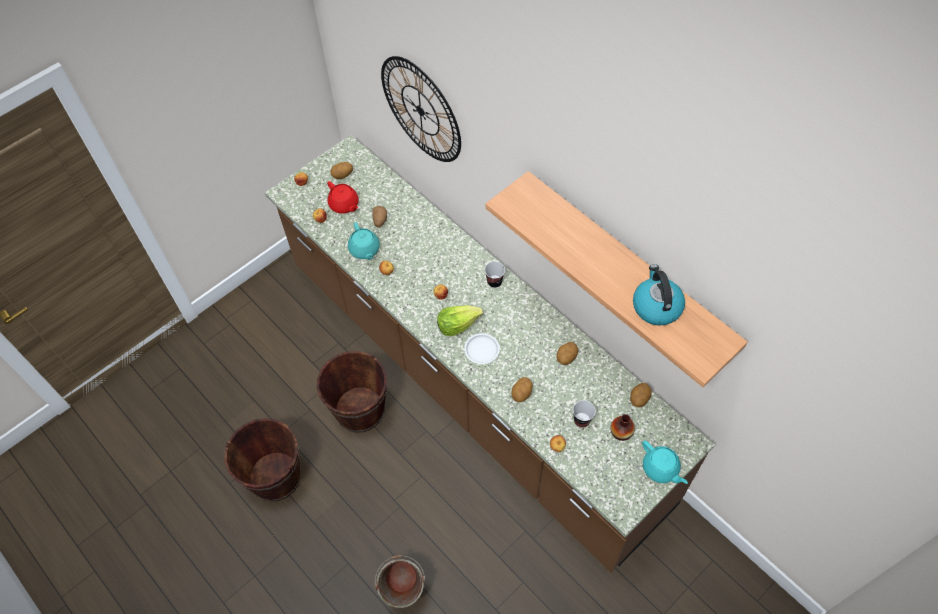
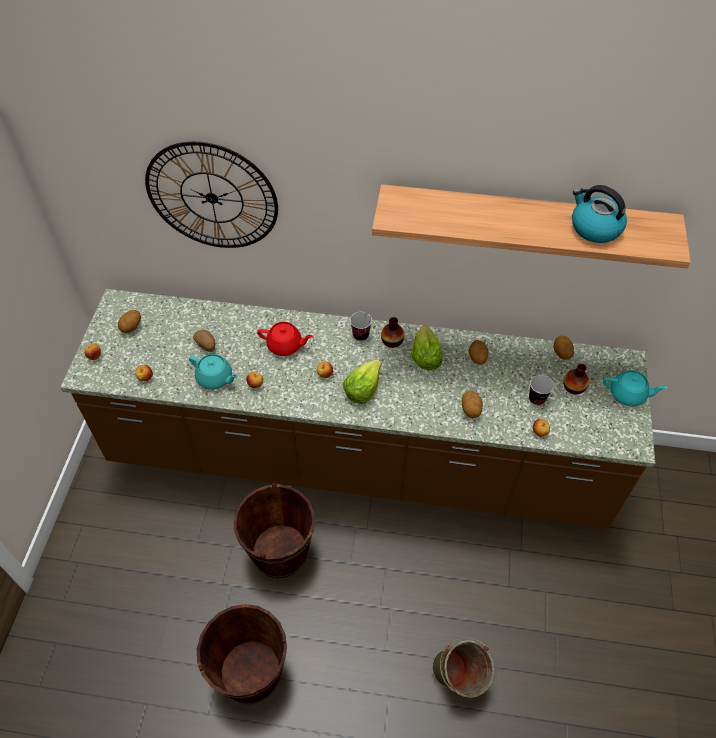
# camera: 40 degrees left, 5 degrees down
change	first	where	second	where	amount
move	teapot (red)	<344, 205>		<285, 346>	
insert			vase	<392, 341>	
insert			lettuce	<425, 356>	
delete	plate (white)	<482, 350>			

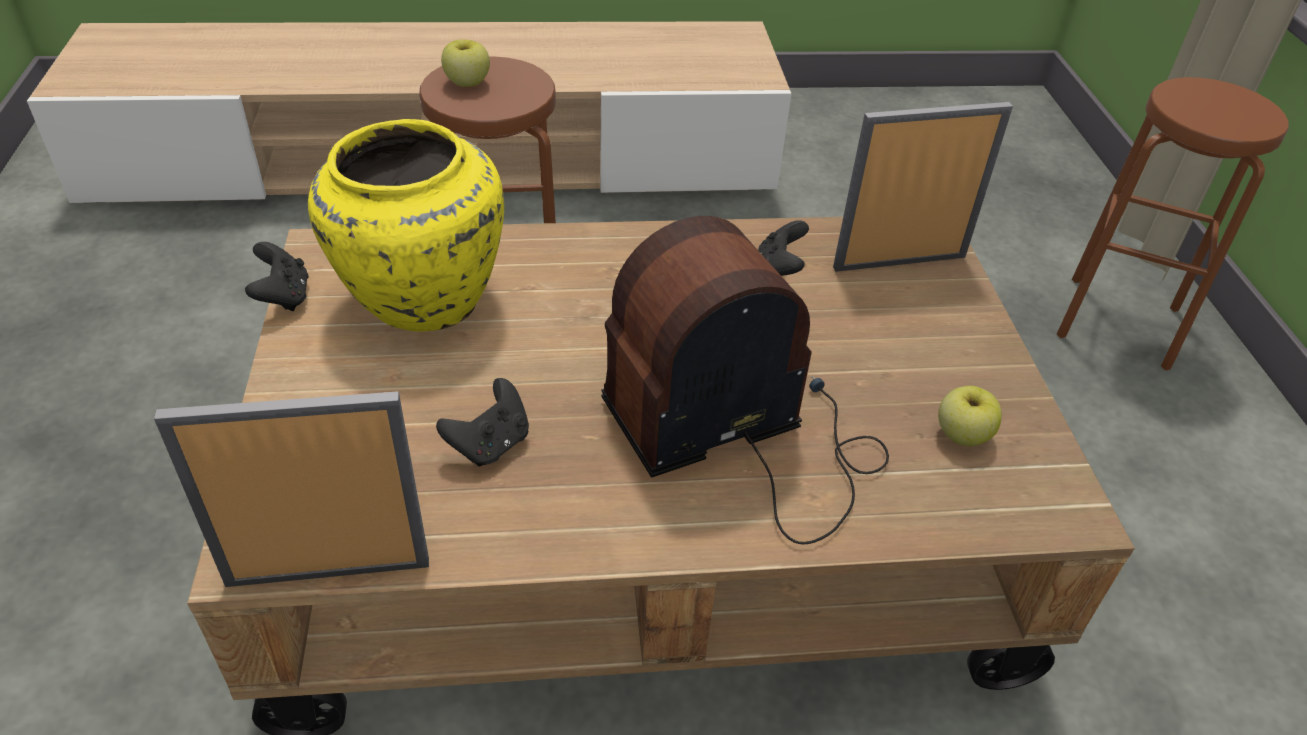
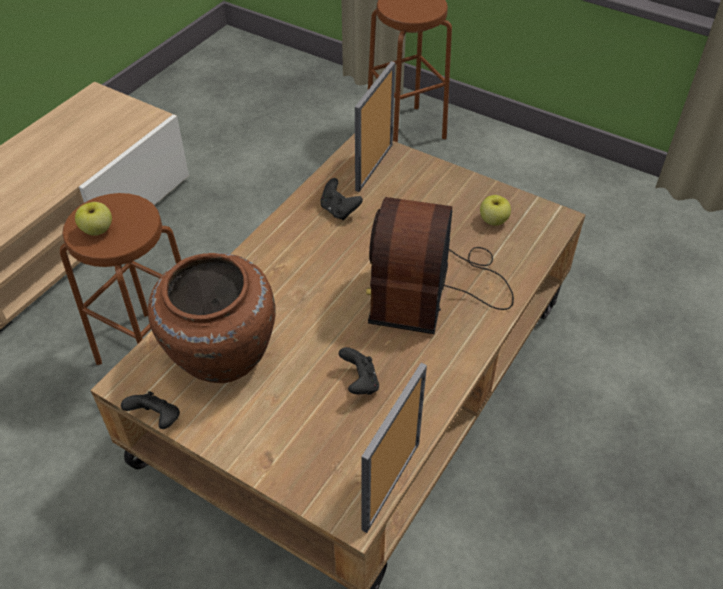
# camera: 50 degrees left, 5 degrees up
change	first	where	second	where	amount
recolor	vase (yellow)	<420, 299>	vase (brown)	<221, 358>	

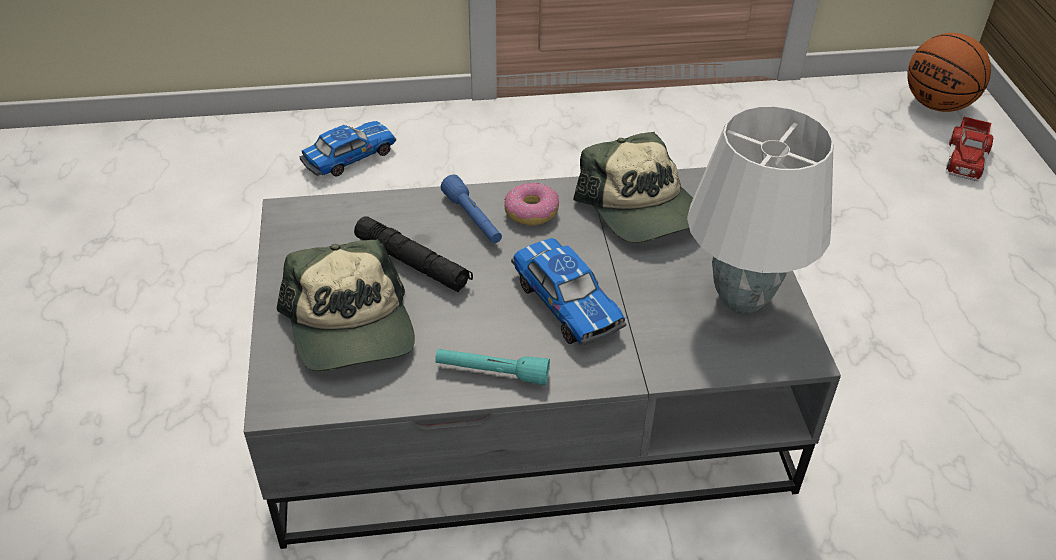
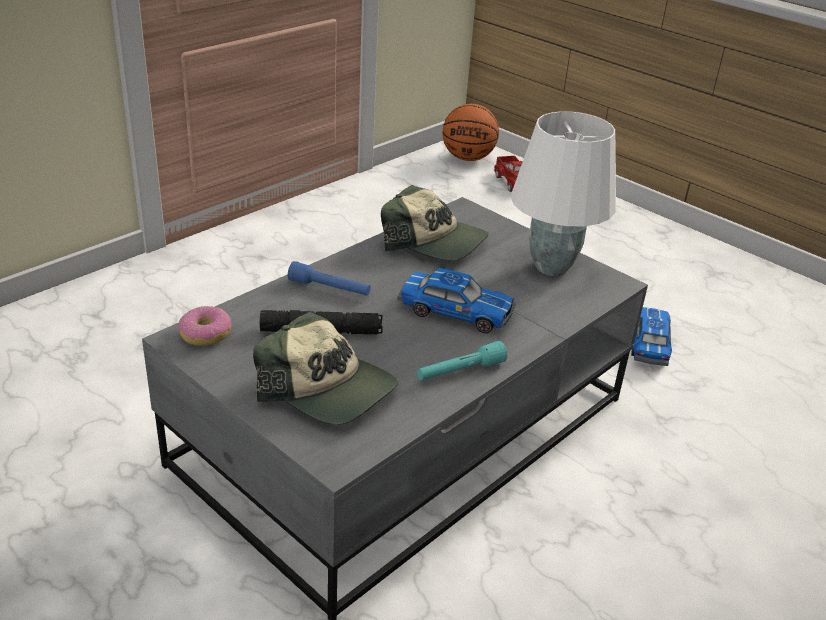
# camera: 40 degrees left, 10 degrees down
change	first	where	second	where	amount
move	donut	<531, 211>		<205, 333>	
move	toy car	<349, 157>		<649, 344>	

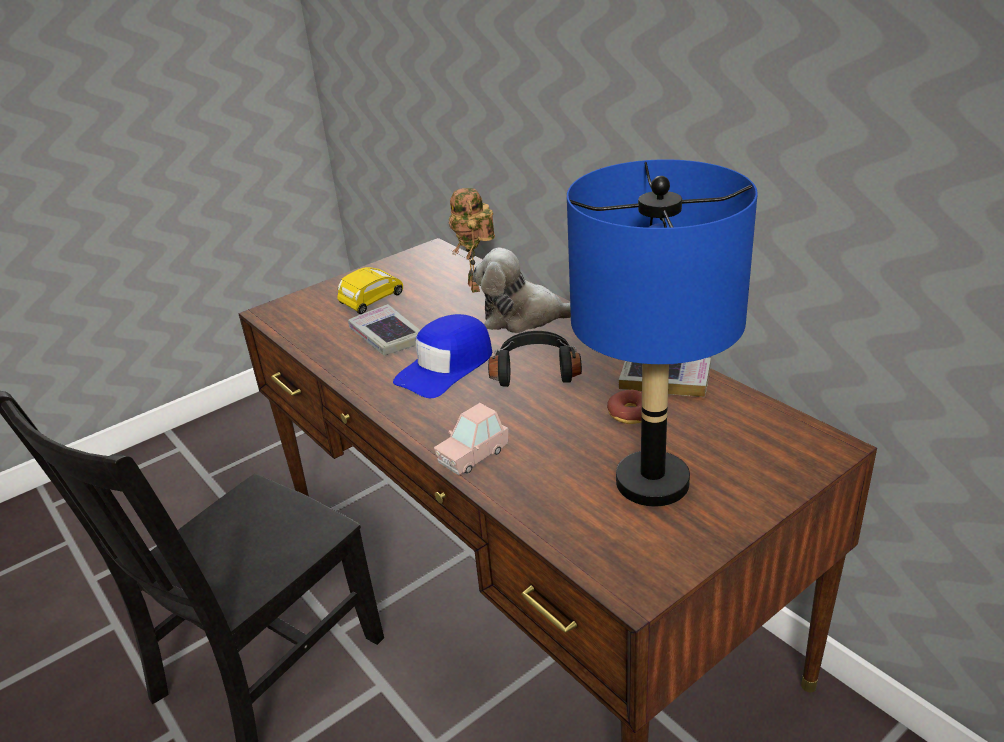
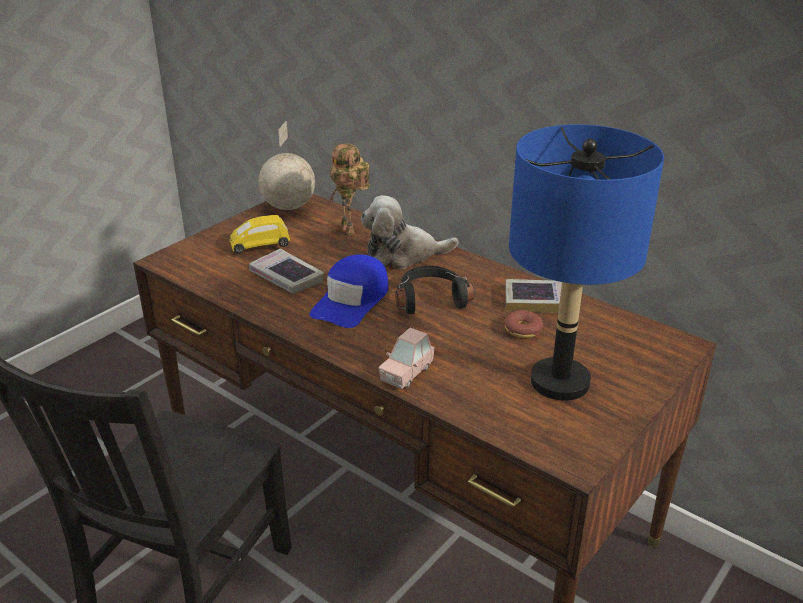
# camera: 15 degrees left, 0 degrees up
change	first	where	second	where	amount
rotate	toy car (yellow)	<373, 301>		<260, 247>	135 degrees counterclockwise
insert			globe	<288, 207>	

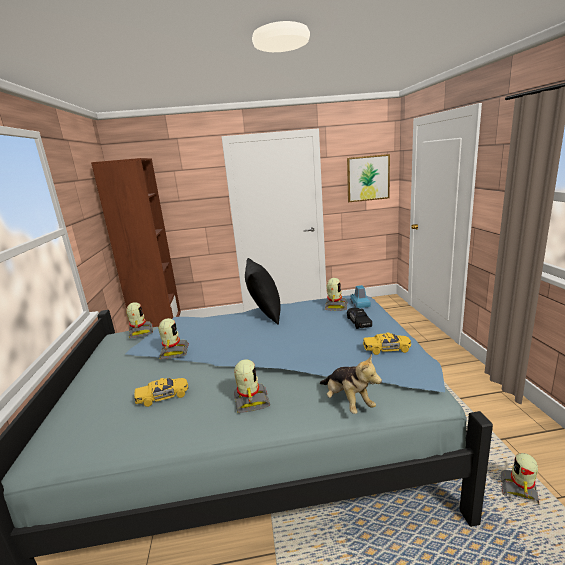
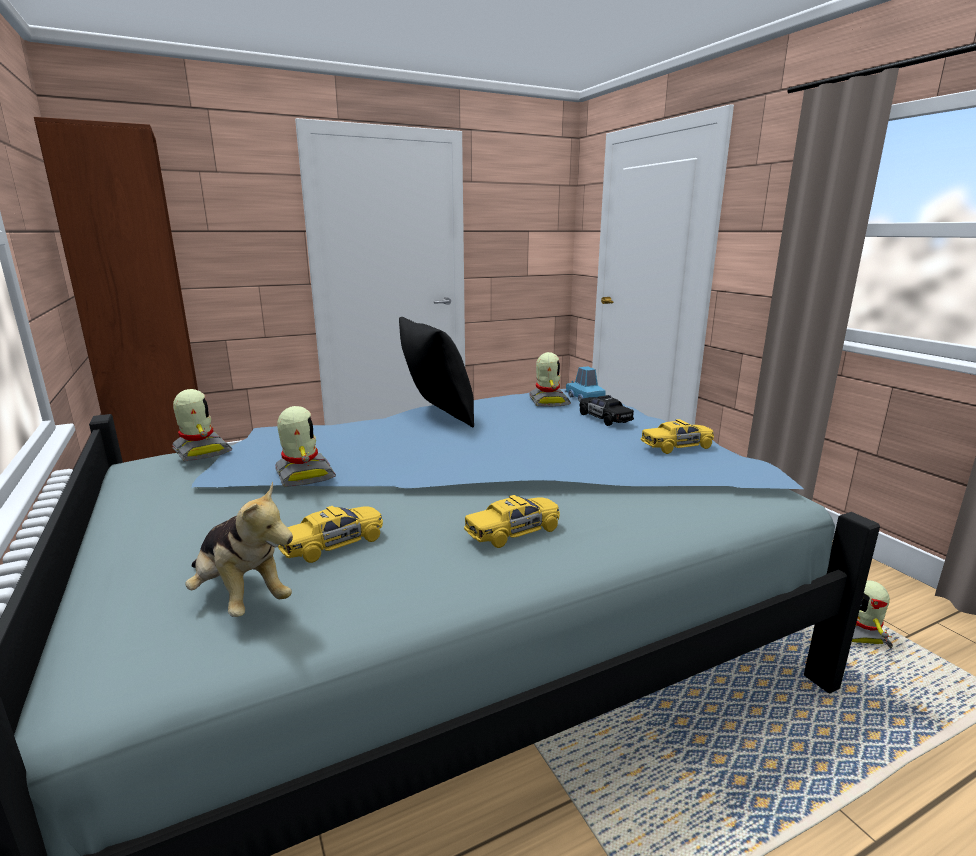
# camera: 20 degrees left, 0 degrees up
change	first	where	second	where	amount
move	plush toy	<347, 402>		<240, 597>	
replace	toy robot	<250, 401>	toy car (yellow)	<514, 532>	
delete	picture	<368, 178>			

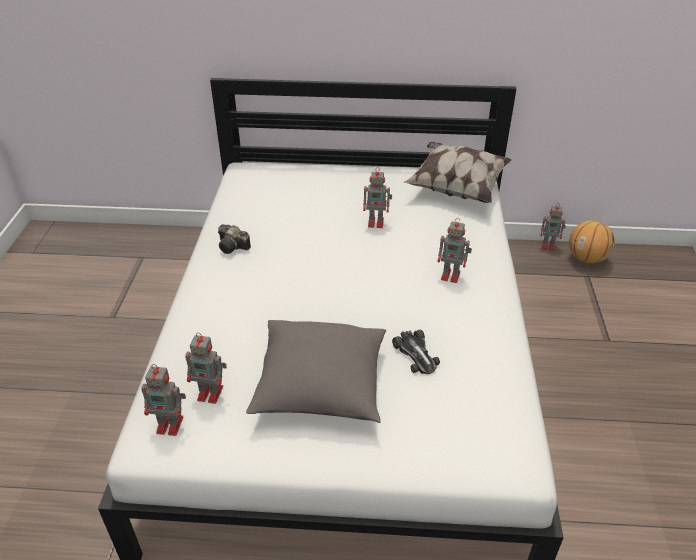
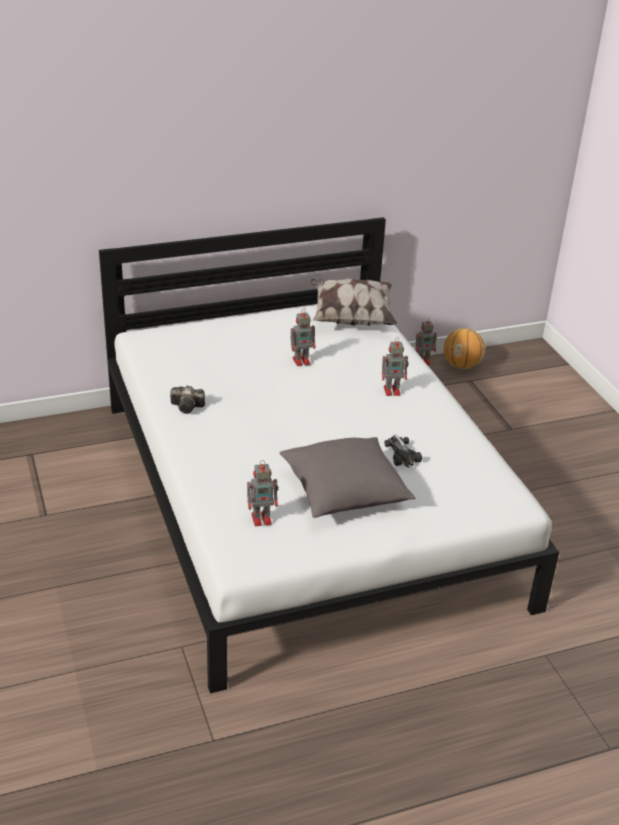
# camera: 25 degrees left, 5 degrees down
change	first	where	second	where	amount
rotate	toy car	<415, 354>		<402, 454>	150 degrees counterclockwise
delete	toy robot	<171, 425>			

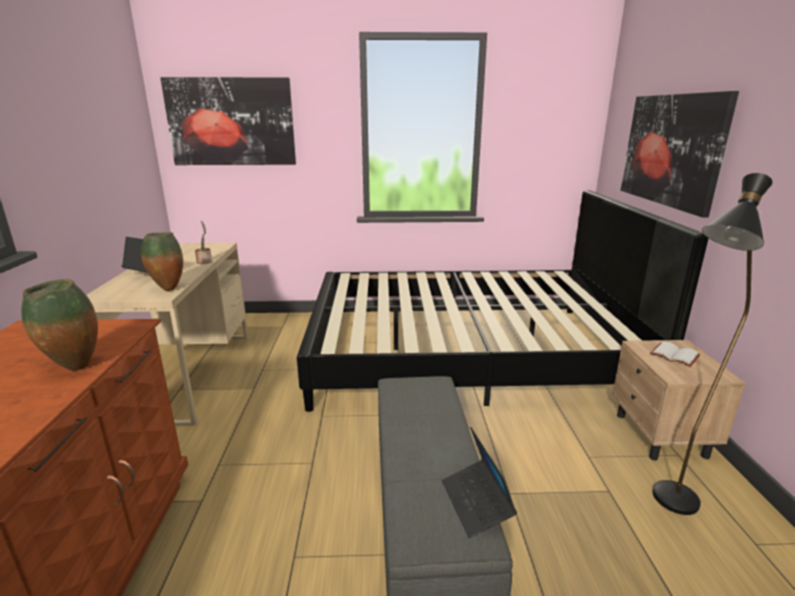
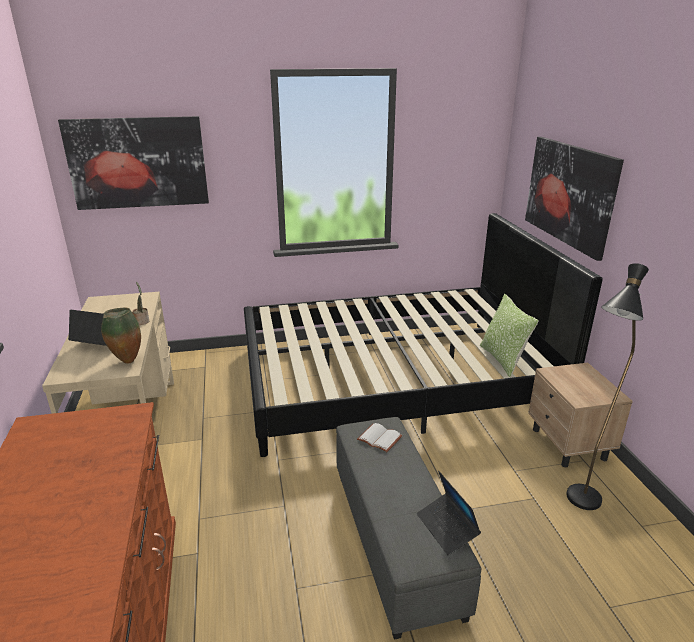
# camera: 10 degrees left, 5 degrees up
change	first	where	second	where	amount
move	book (white)	<673, 355>		<378, 439>	
insert			pillow	<502, 359>	
delete	vase	<74, 368>			

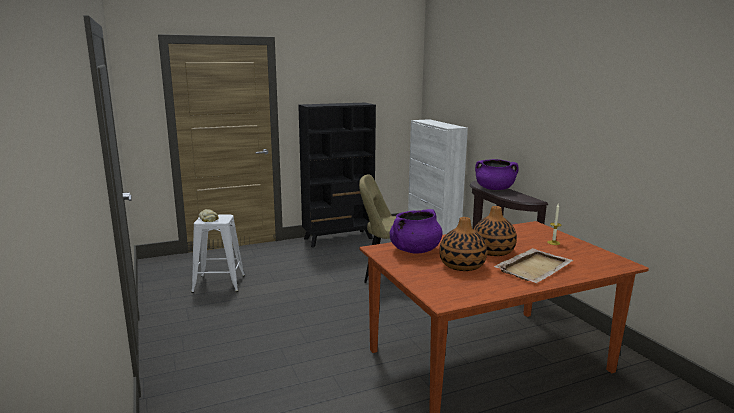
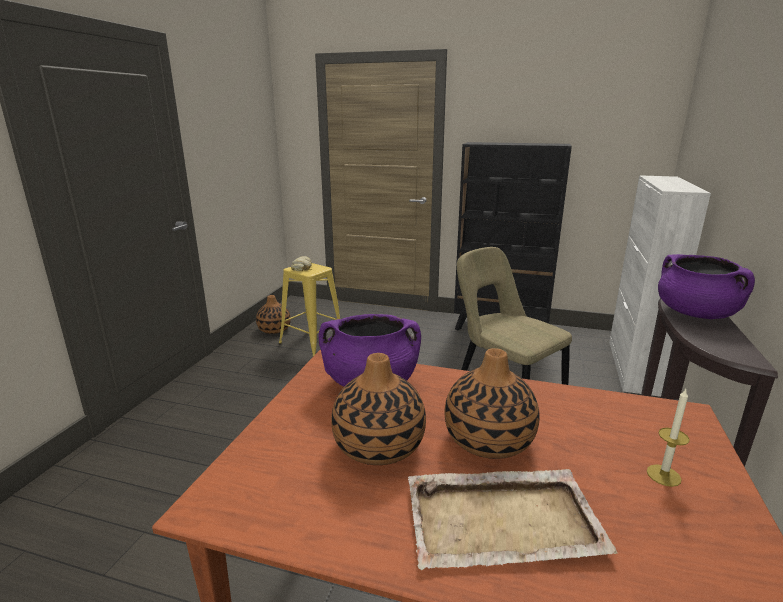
# camera: 40 degrees right, 5 degrees up
change	first	where	second	where	amount
insert			vase	<274, 329>	
recolor	stool (white)	<219, 284>	stool (yellow)	<312, 342>	

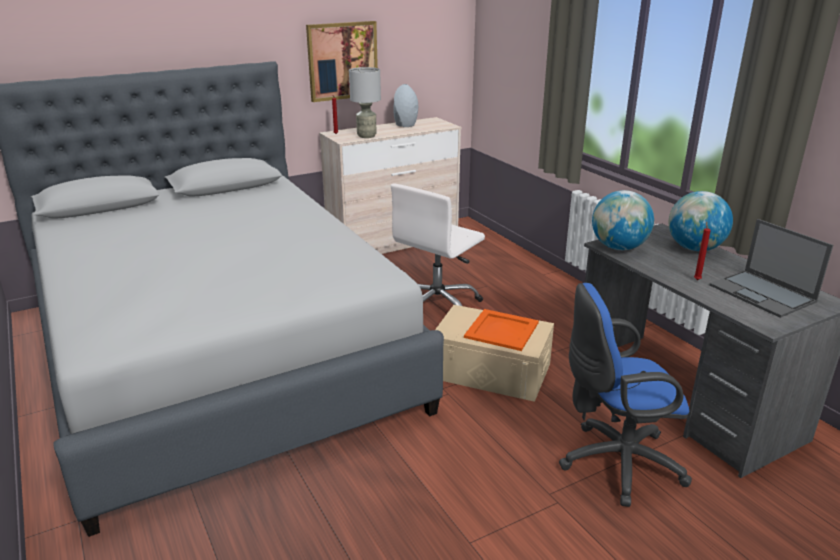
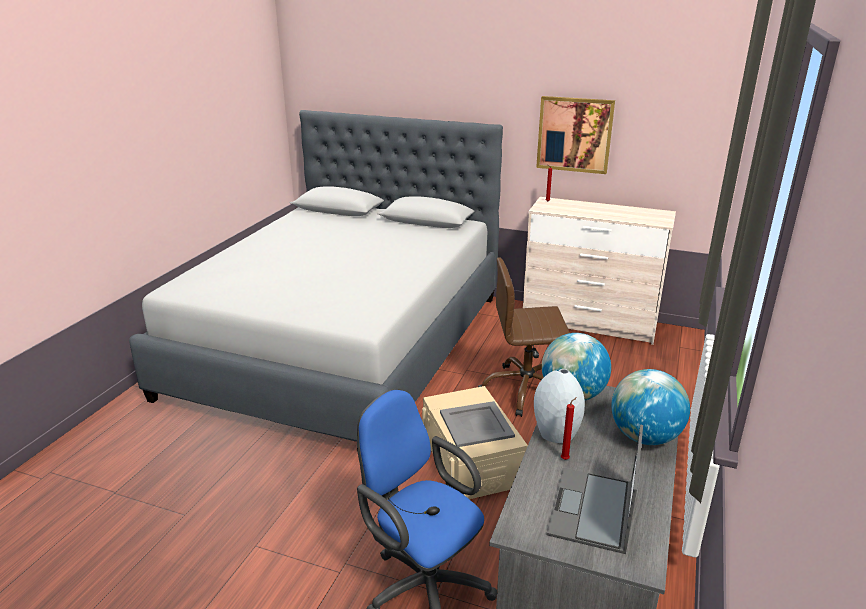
# camera: 50 degrees right, 0 degrees up
change	first	where	second	where	amount
recolor	tray (orange)	<502, 330>	tray (grey)	<477, 424>	
recolor	office chair (white)	<437, 307>	office chair (brown)	<525, 390>	
move	vase (grey)	<405, 125>		<557, 434>	
delete	table lamp (grey)	<367, 136>			

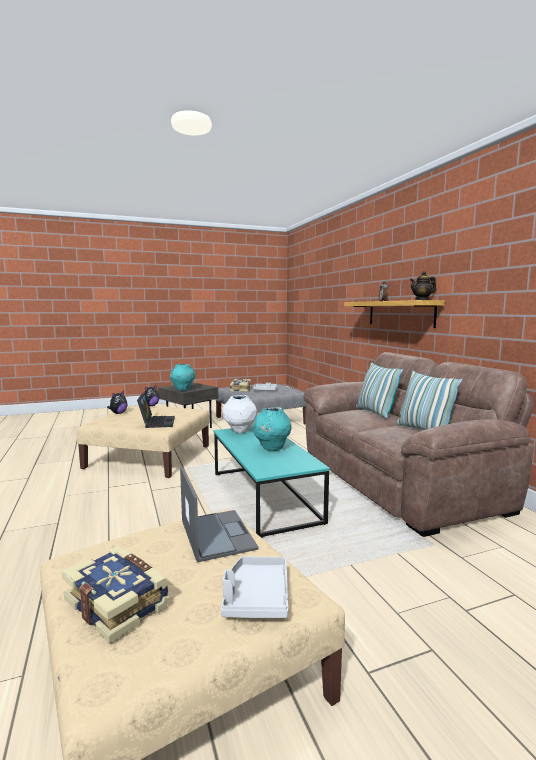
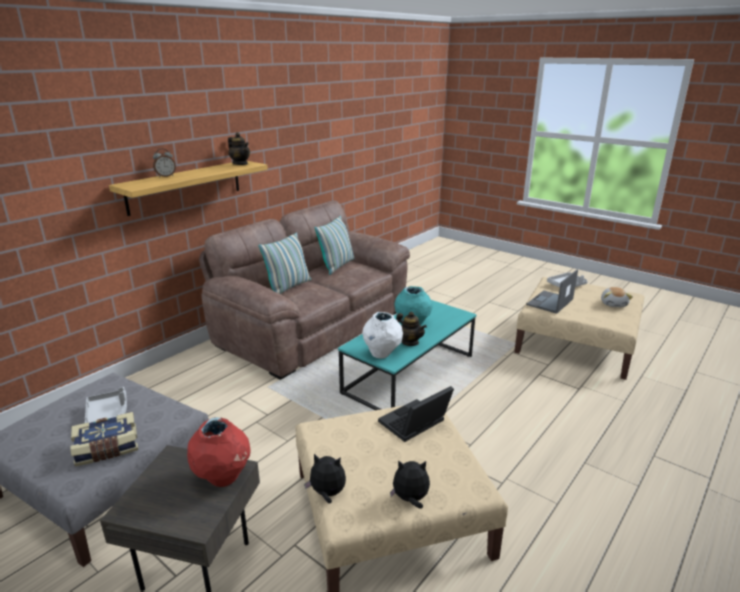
# camera: 120 degrees left, 15 degrees up
change	first	where	second	where	amount
recolor	vase (turquoise)	<183, 389>	vase (red)	<223, 478>	
insert			teapot	<410, 342>	
replace	book	<118, 603>	plush toy	<614, 304>	

